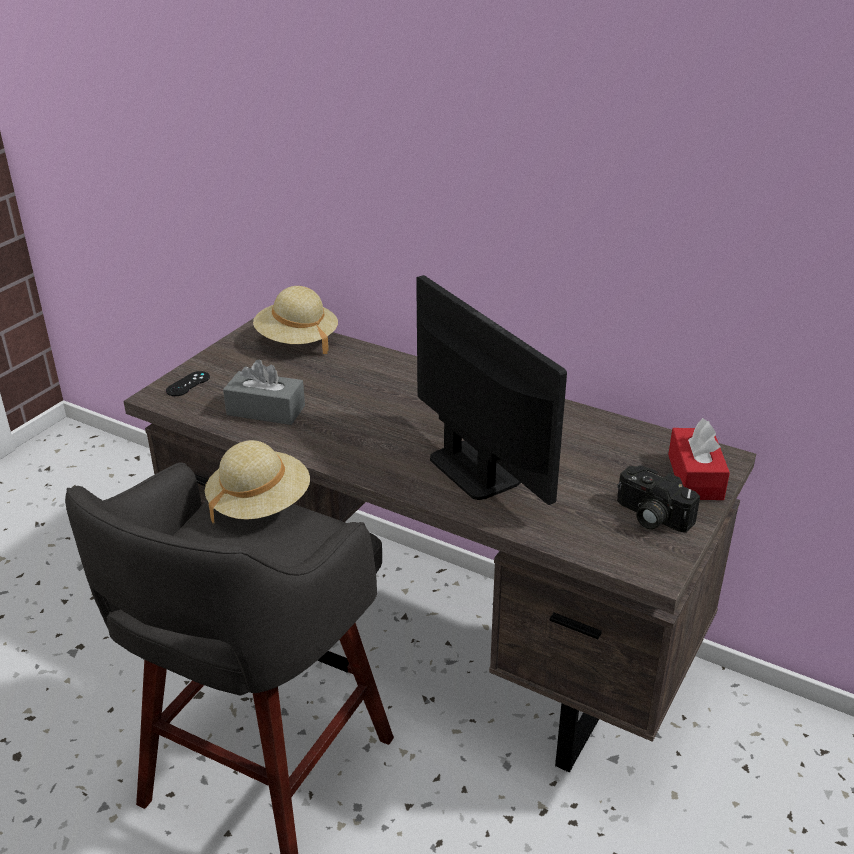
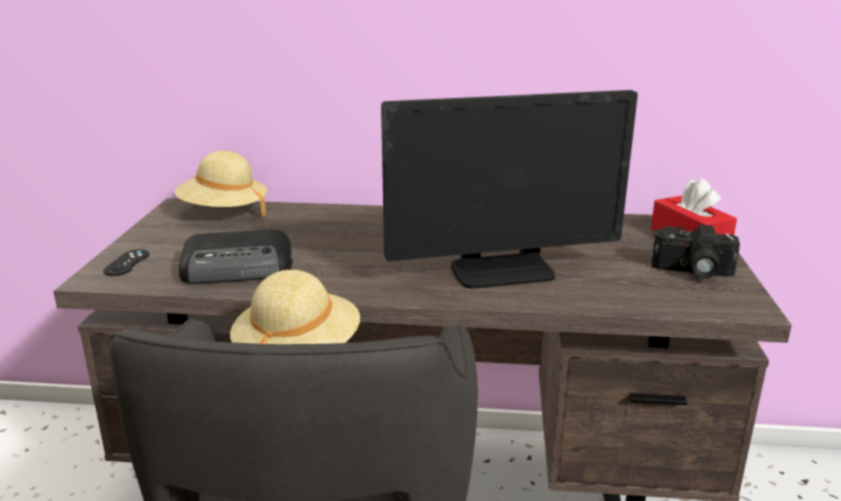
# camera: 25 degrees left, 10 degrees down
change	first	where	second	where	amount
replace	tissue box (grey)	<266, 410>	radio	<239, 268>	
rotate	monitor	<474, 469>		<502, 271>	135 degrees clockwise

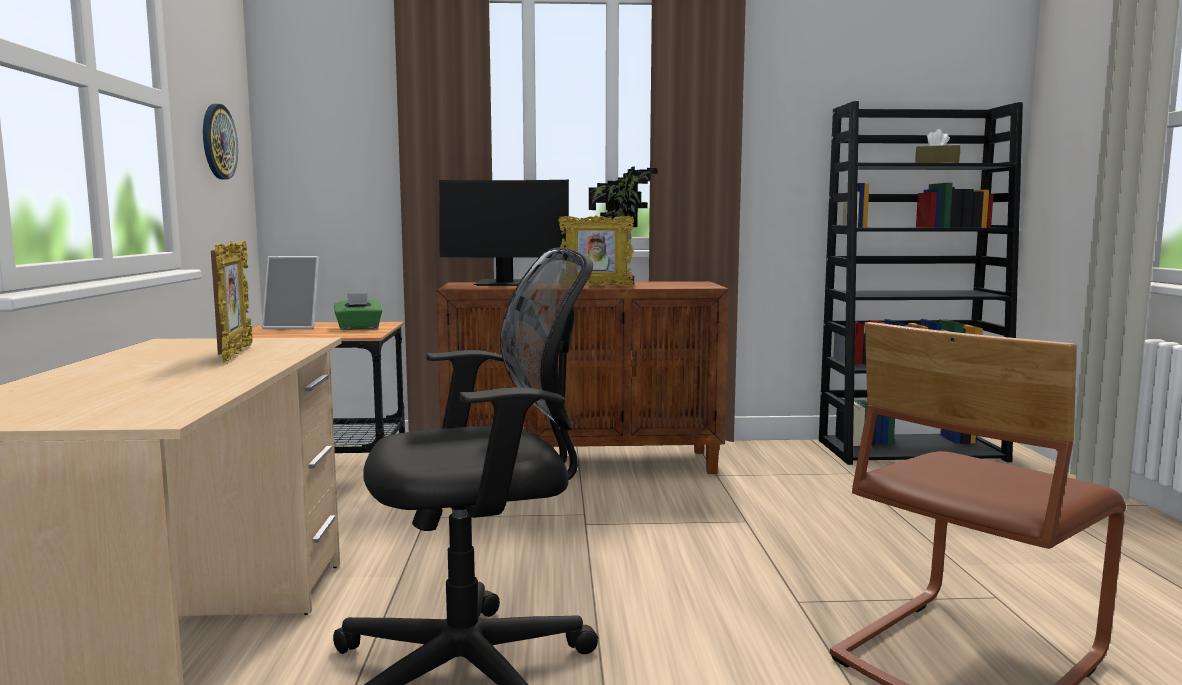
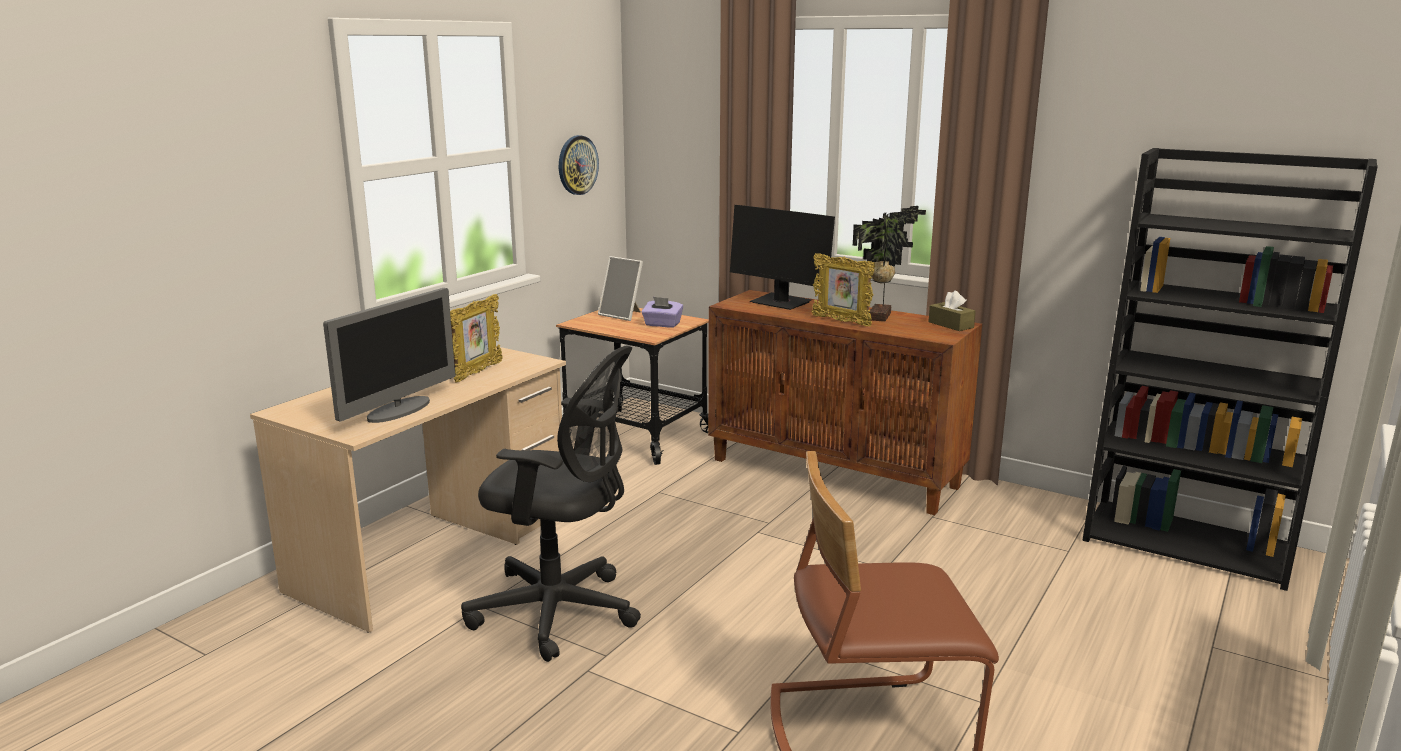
# camera: 35 degrees right, 10 degrees up
change	first	where	second	where	amount
insert			monitor	<399, 410>	
recolor	tissue box (green)	<359, 328>	tissue box (purple)	<662, 324>	
move	tissue box (brown)	<936, 164>		<951, 325>	

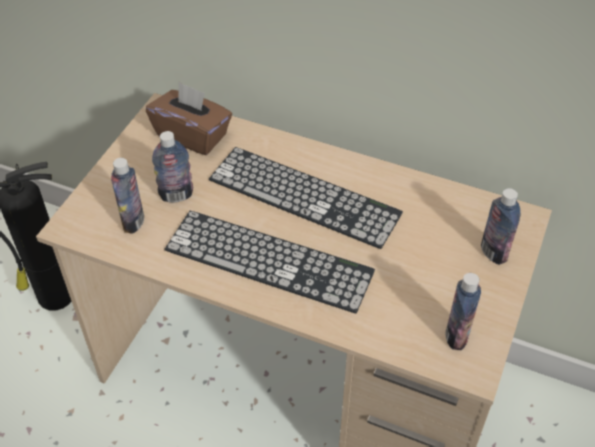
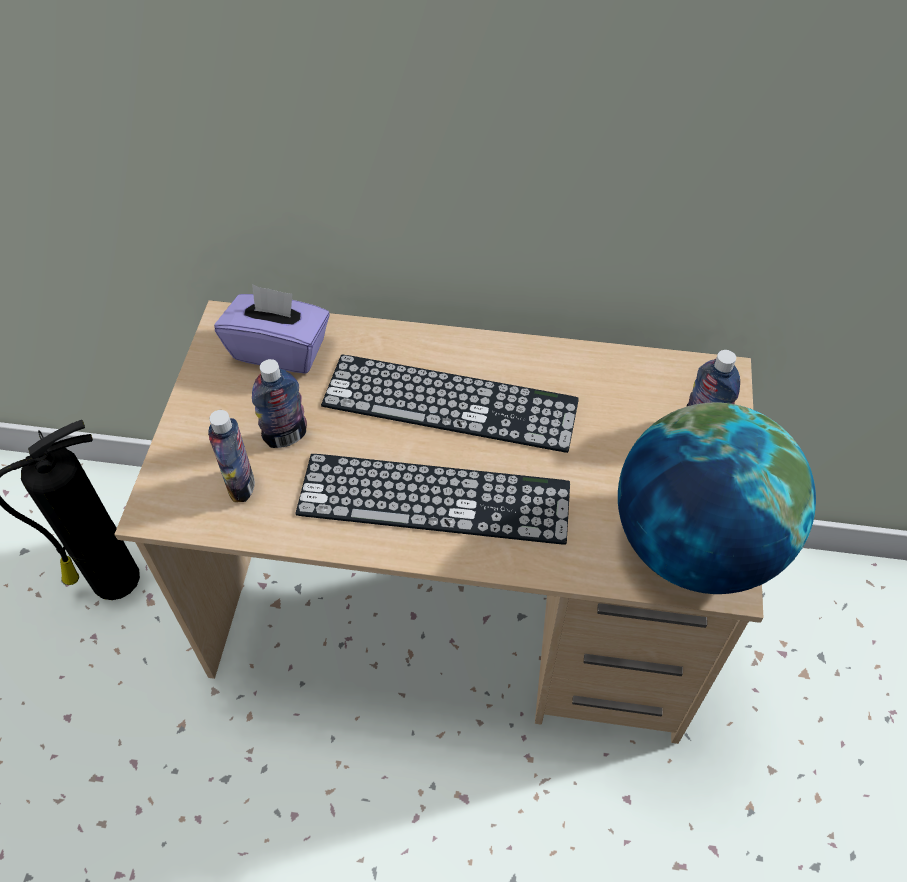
# camera: 15 degrees left, 5 degrees up
change	first	where	second	where	amount
recolor	tissue box (brown)	<192, 135>	tissue box (purple)	<279, 349>	
replace	bottle	<456, 335>	globe	<694, 544>	

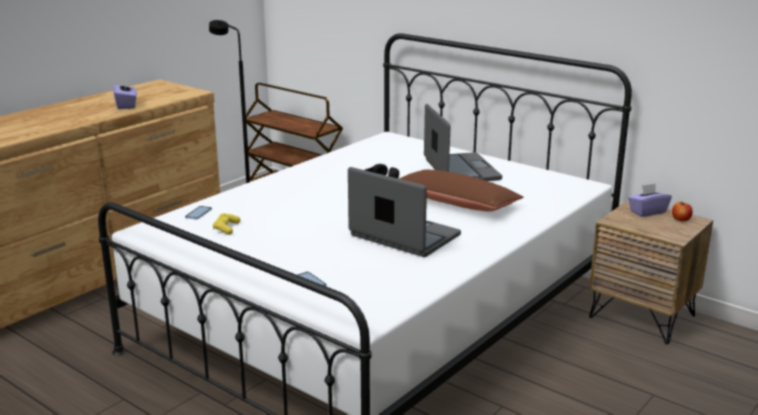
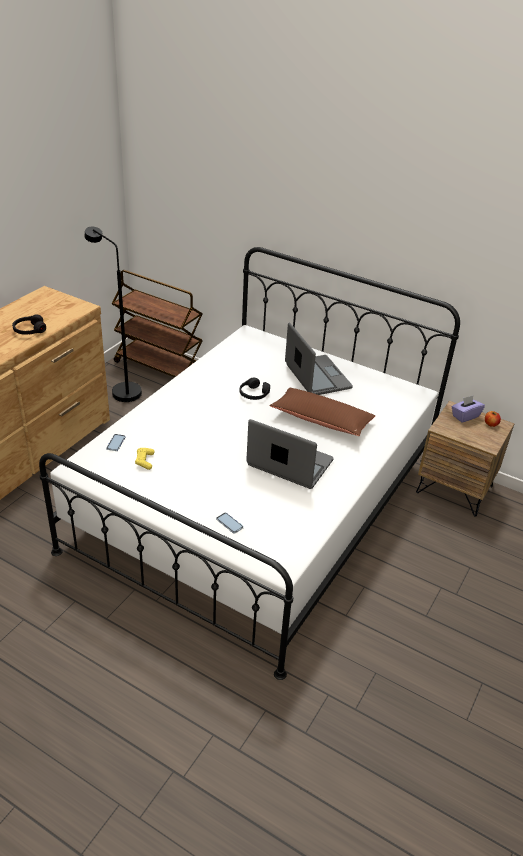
# camera: 10 degrees left, 15 degrees up
change	first	where	second	where	amount
replace	tissue box (purple)	<126, 105>	headphones (black)	<29, 330>	

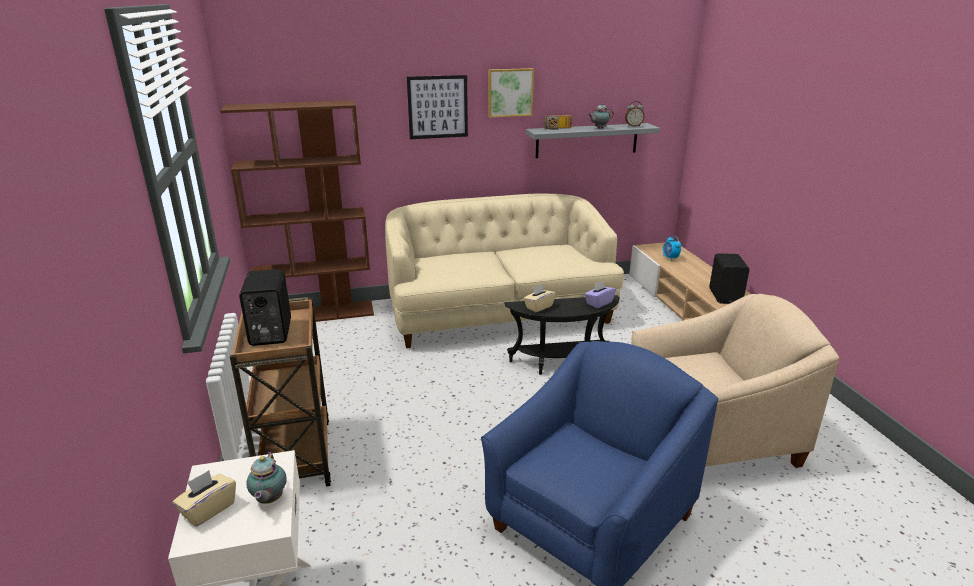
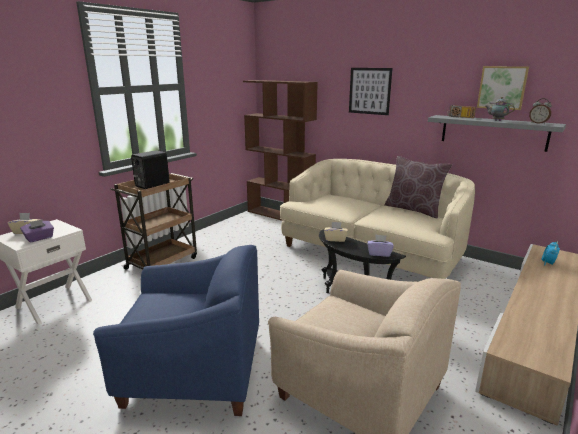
# camera: 50 degrees right, 5 degrees down
change	first	where	second	where	amount
replace	teapot	<269, 500>	tissue box (purple)	<39, 238>	
insert			pillow (brown)	<413, 209>	
move	picture	<510, 92>		<502, 87>	
delete	speaker (black)	<726, 296>			

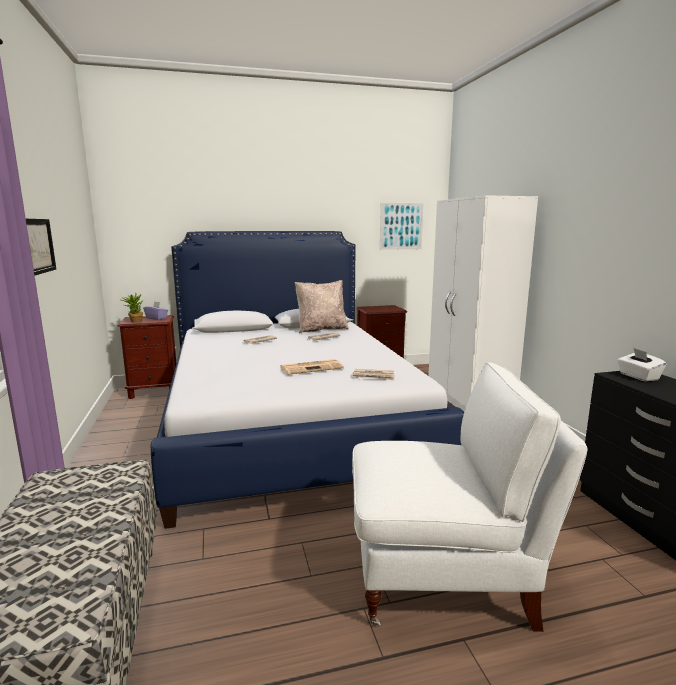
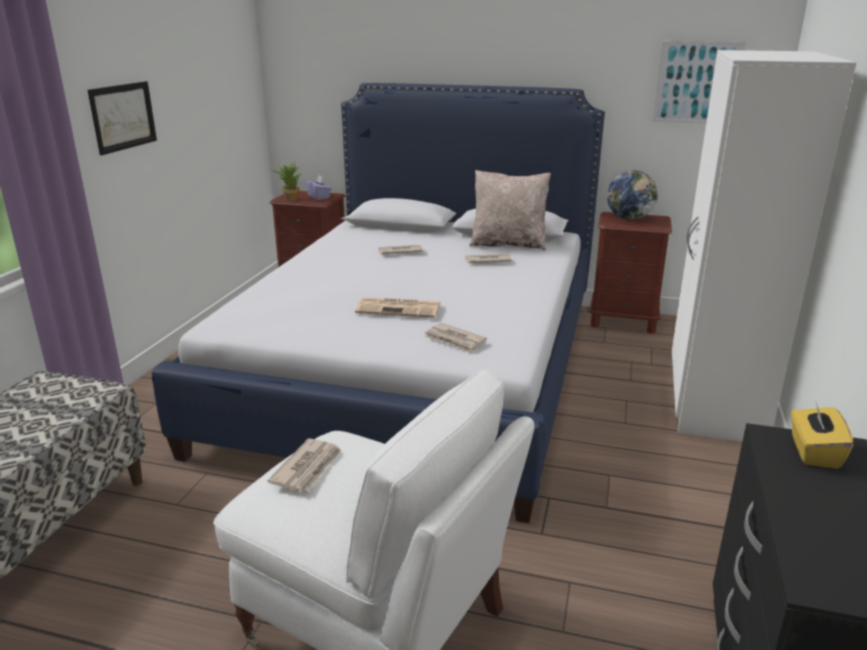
# camera: 30 degrees right, 10 degrees up
change	first	where	second	where	amount
insert			newspaper	<308, 468>	
insert			globe	<629, 218>	
recolor	tissue box (white)	<638, 376>	tissue box (yellow)	<813, 452>	

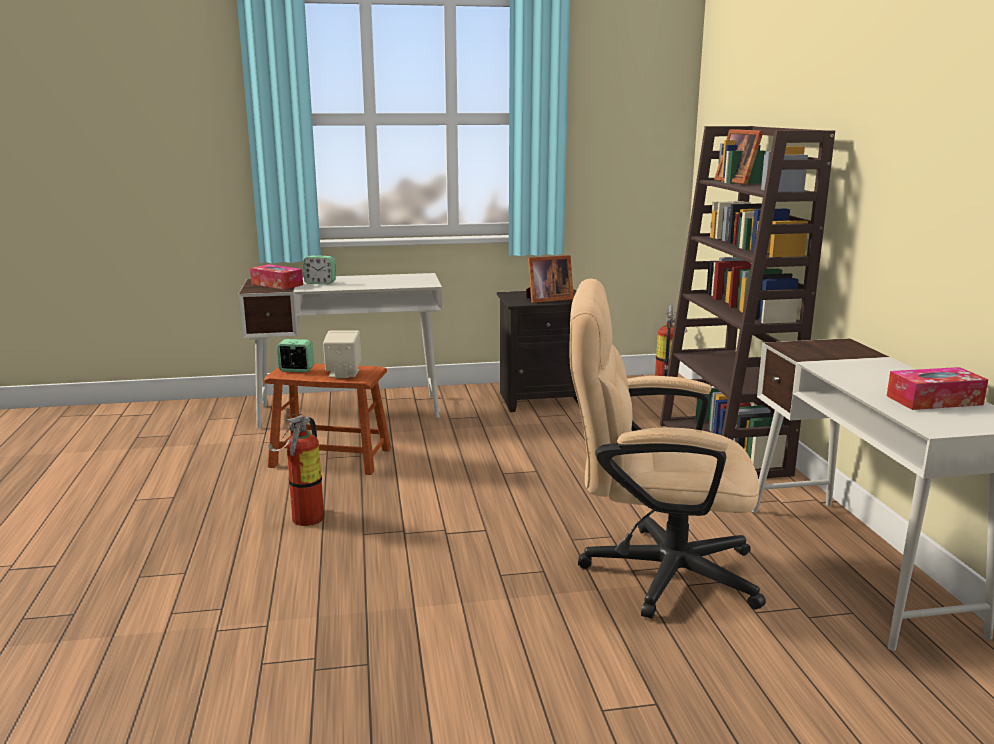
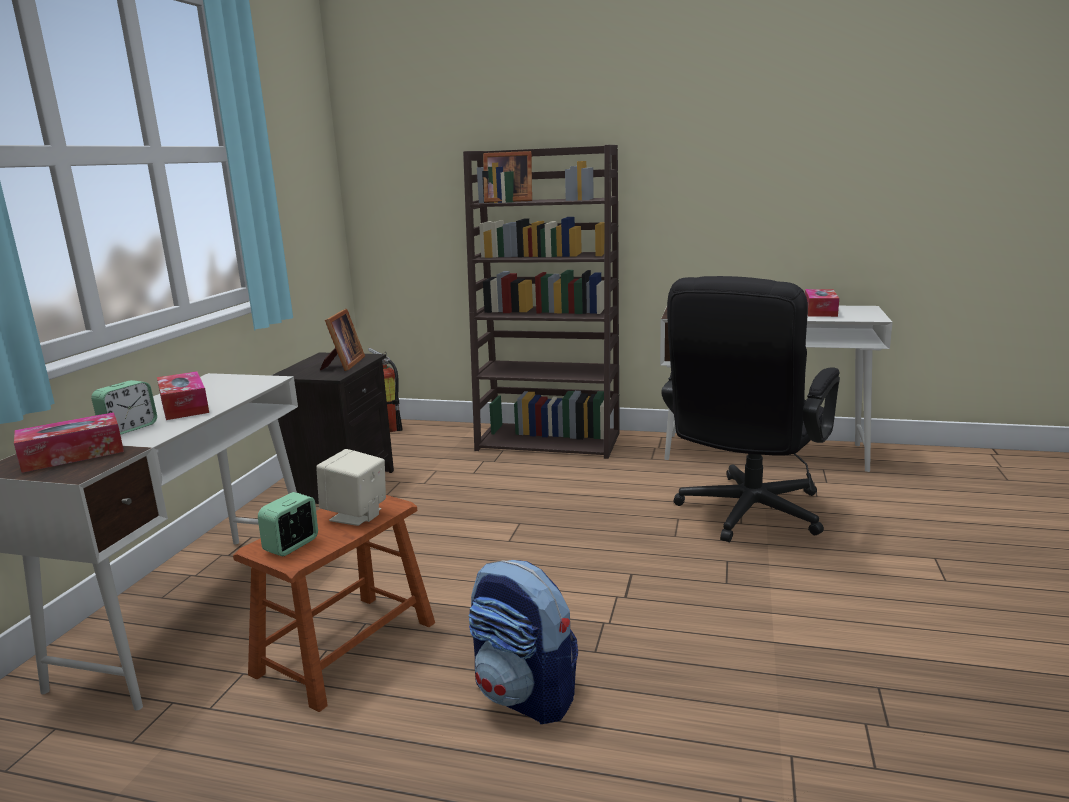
# camera: 65 degrees left, 0 degrees up
change	first	where	second	where	amount
insert			tissue box	<184, 406>	
replace	fire extinguisher	<303, 520>	backpack	<525, 695>	
recolor	office chair (beige)	<653, 571>	office chair (black)	<745, 515>	

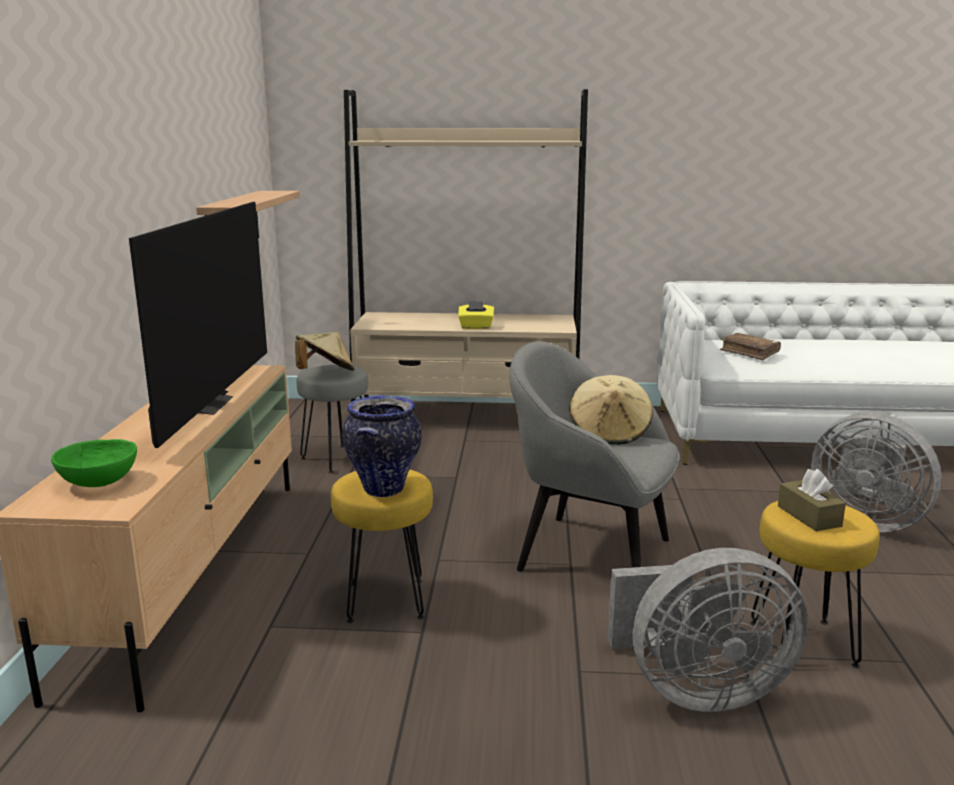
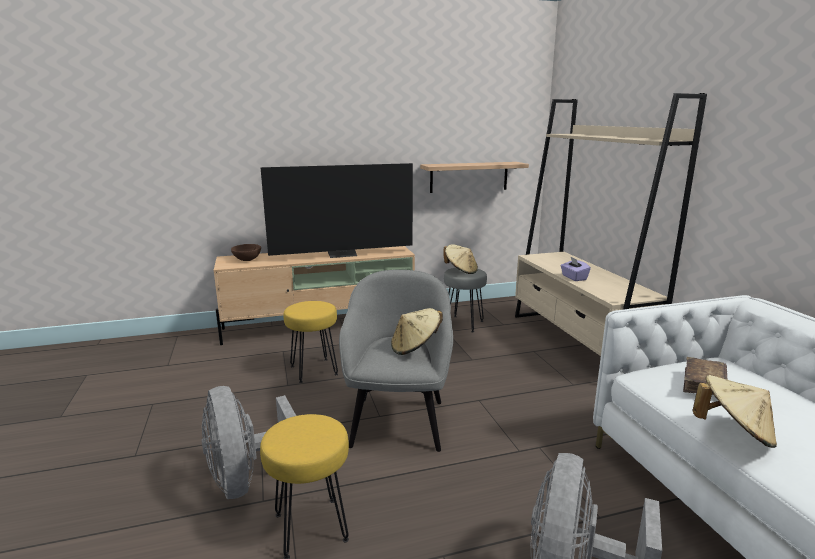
# camera: 70 degrees right, 0 degrees up
change	first	where	second	where	amount
recolor	bowl (green)	<97, 482>	bowl (brown)	<247, 259>	
recolor	tissue box (yellow)	<476, 327>	tissue box (purple)	<573, 278>	
insert			hat (beige)	<734, 432>	
delete	vase	<384, 489>			
delete	tissue box (brown)	<809, 516>			

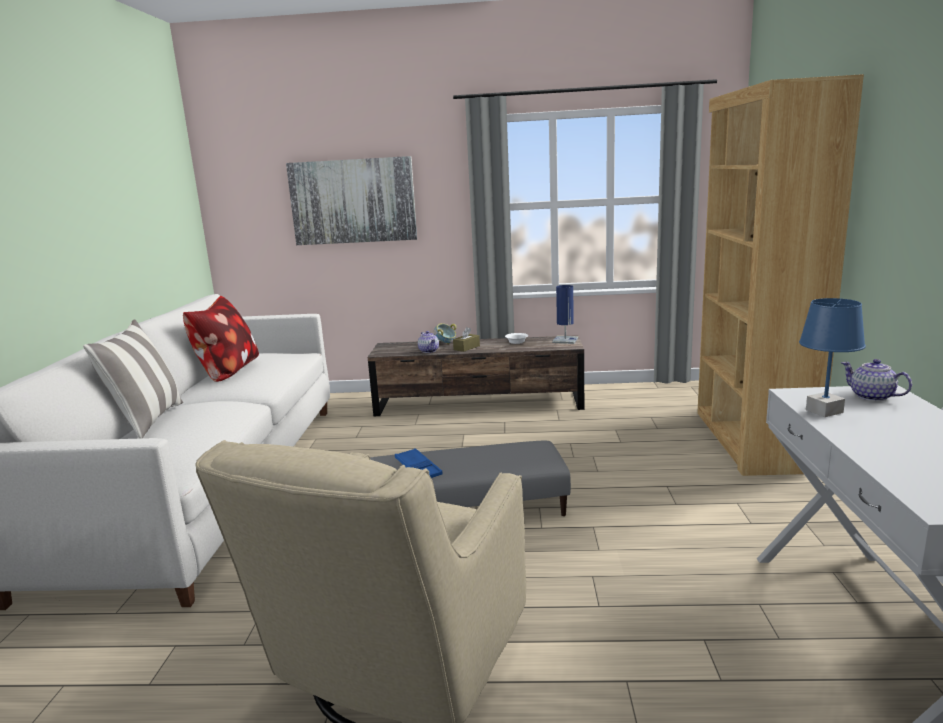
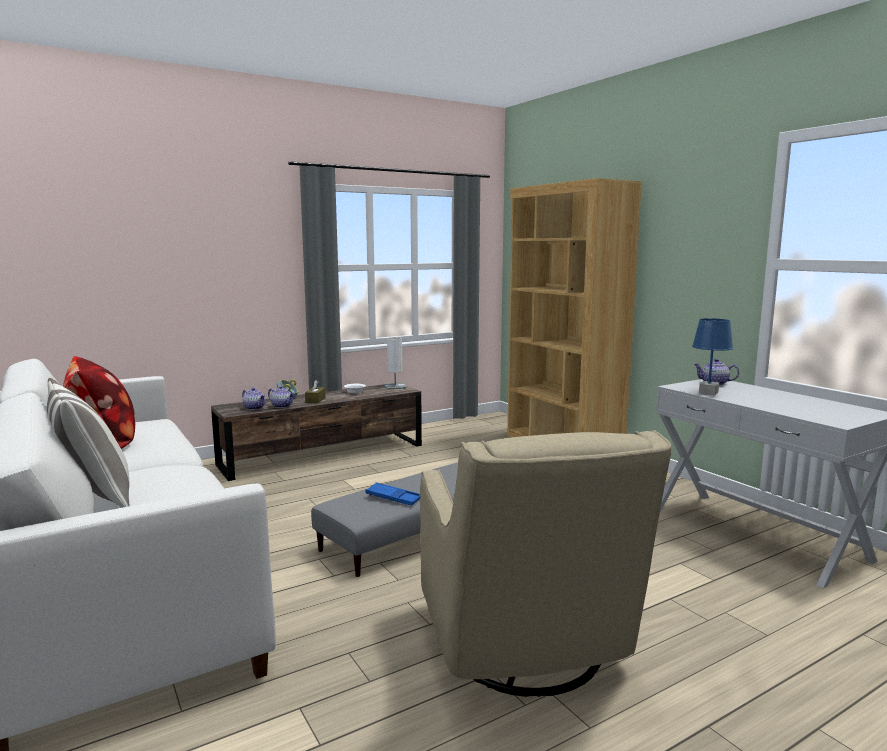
# camera: 35 degrees left, 5 degrees down
change	first	where	second	where	amount
insert			teapot	<254, 408>	
recolor	table lamp (blue)	<565, 340>	table lamp (white)	<395, 387>	
delete	picture	<353, 201>			

